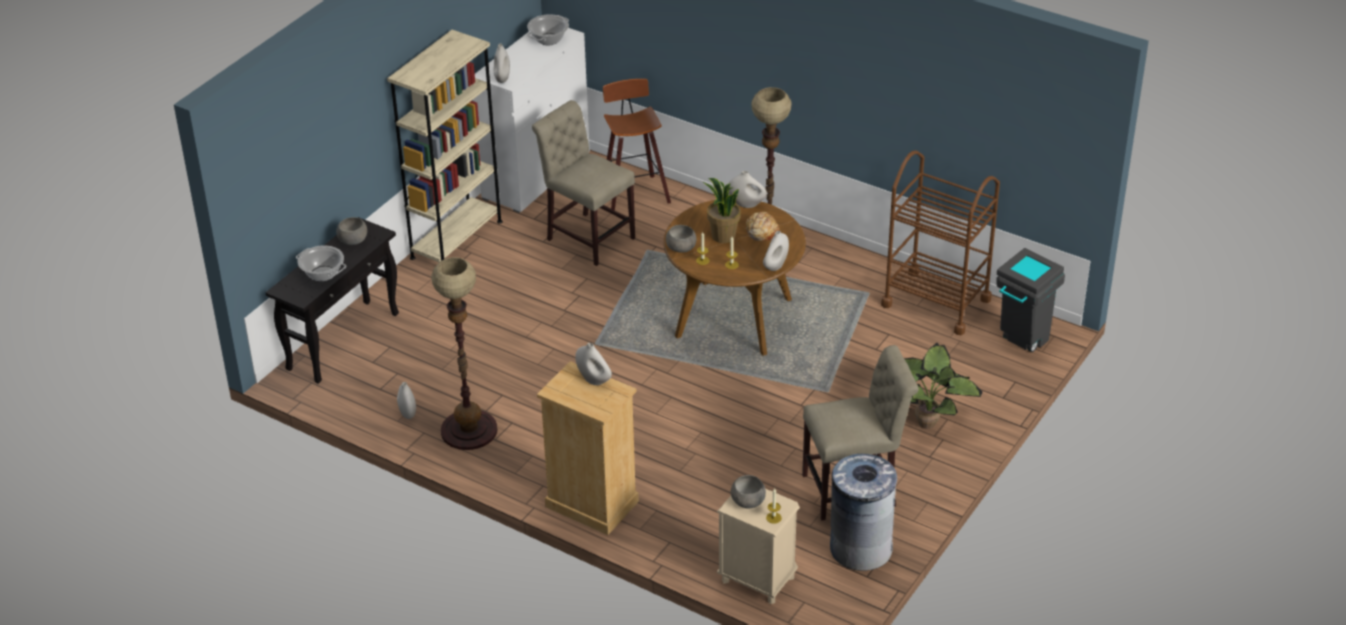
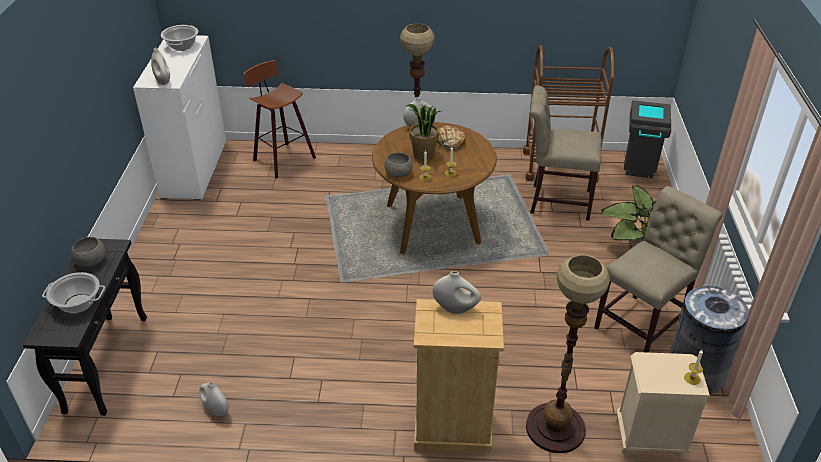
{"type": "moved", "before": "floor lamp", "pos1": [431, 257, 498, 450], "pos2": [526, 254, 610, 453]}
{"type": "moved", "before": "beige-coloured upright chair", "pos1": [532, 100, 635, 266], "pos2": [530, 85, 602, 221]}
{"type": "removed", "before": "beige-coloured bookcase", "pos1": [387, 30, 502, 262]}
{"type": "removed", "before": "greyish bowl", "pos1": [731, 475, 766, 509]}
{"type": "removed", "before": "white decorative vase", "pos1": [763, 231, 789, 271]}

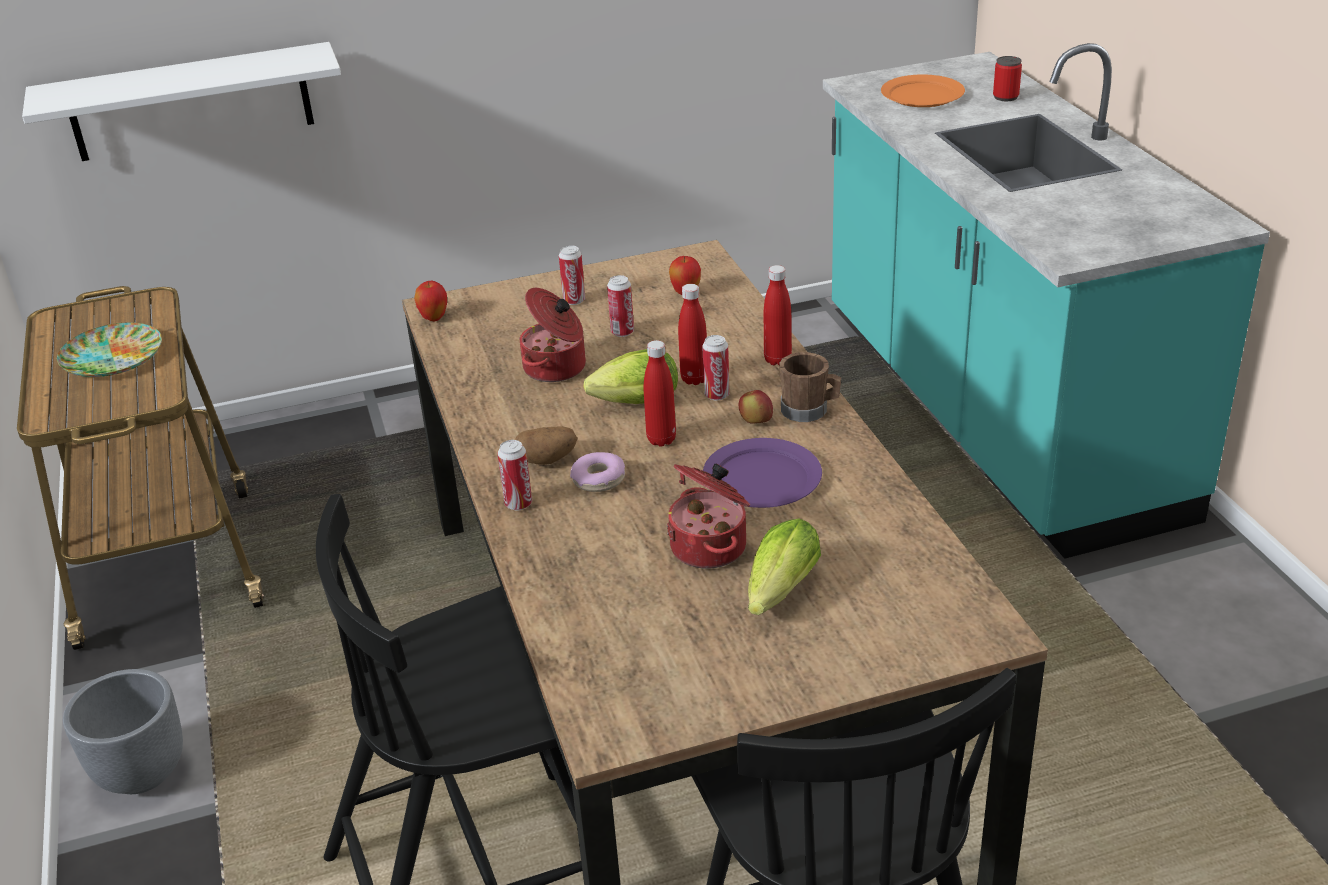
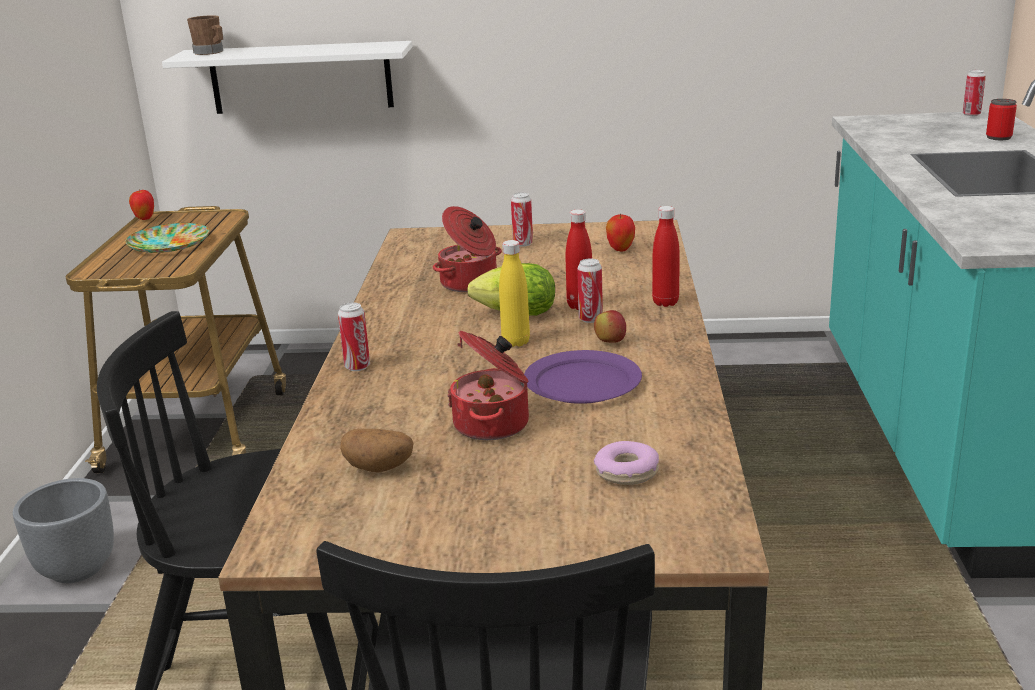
{"type": "moved", "before": "whole apple", "pos1": [414, 281, 447, 321], "pos2": [129, 189, 154, 220]}
{"type": "moved", "before": "brown-coloured tea mug", "pos1": [779, 352, 841, 422], "pos2": [187, 15, 223, 55]}
{"type": "moved", "before": "potato", "pos1": [515, 426, 578, 465], "pos2": [340, 429, 413, 473]}
{"type": "recoloured", "before": "reddish beverage bottle", "after": "yellow beverage bottle", "pos1": [644, 340, 676, 447], "pos2": [499, 240, 530, 347]}
{"type": "moved", "before": "doughnut", "pos1": [570, 452, 625, 492], "pos2": [594, 441, 659, 485]}
{"type": "moved", "before": "sealed can", "pos1": [607, 275, 634, 337], "pos2": [963, 70, 986, 116]}
{"type": "removed", "before": "head of lettuce", "pos1": [748, 518, 821, 615]}
{"type": "removed", "before": "orange dinner plate", "pos1": [881, 74, 965, 107]}

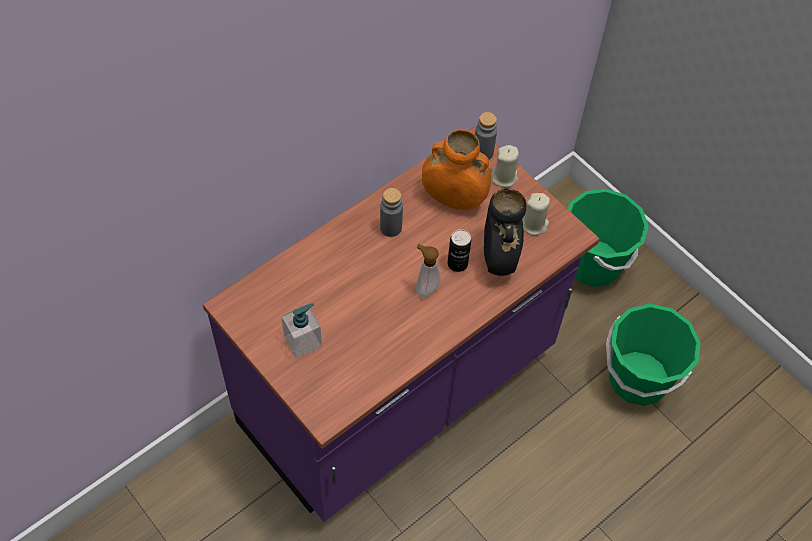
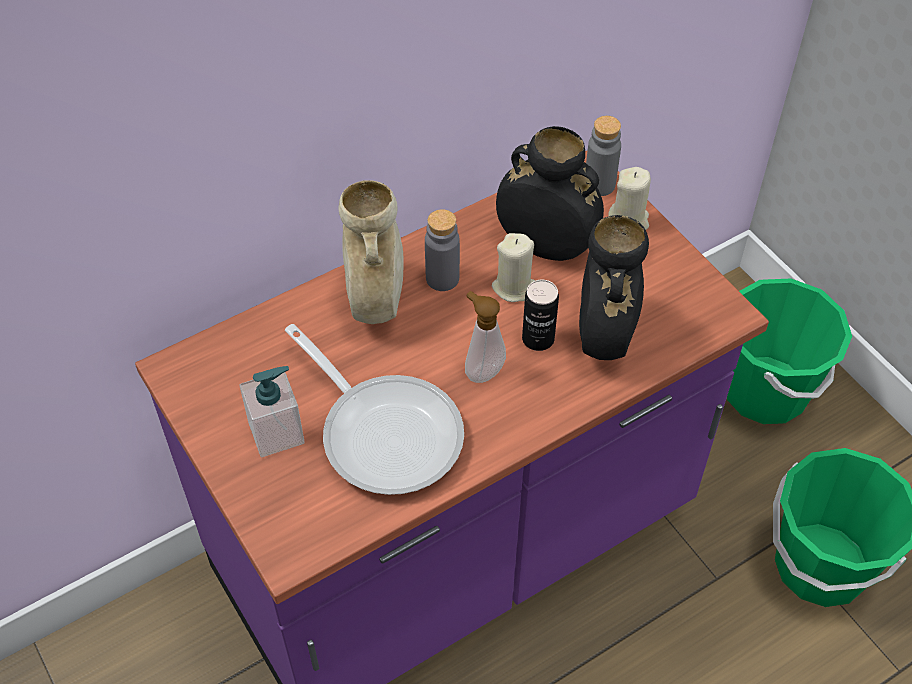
{"type": "added", "after": "frying pan", "pos2": [285, 324, 464, 495]}
{"type": "added", "after": "beige-coloured decorative vase", "pos2": [338, 180, 404, 324]}
{"type": "moved", "before": "beige-coloured wax light", "pos1": [522, 193, 550, 235], "pos2": [492, 233, 535, 302]}
{"type": "recoloured", "before": "orange decorative vase", "after": "black-coloured decorative vase", "pos1": [422, 130, 492, 210], "pos2": [496, 126, 604, 261]}

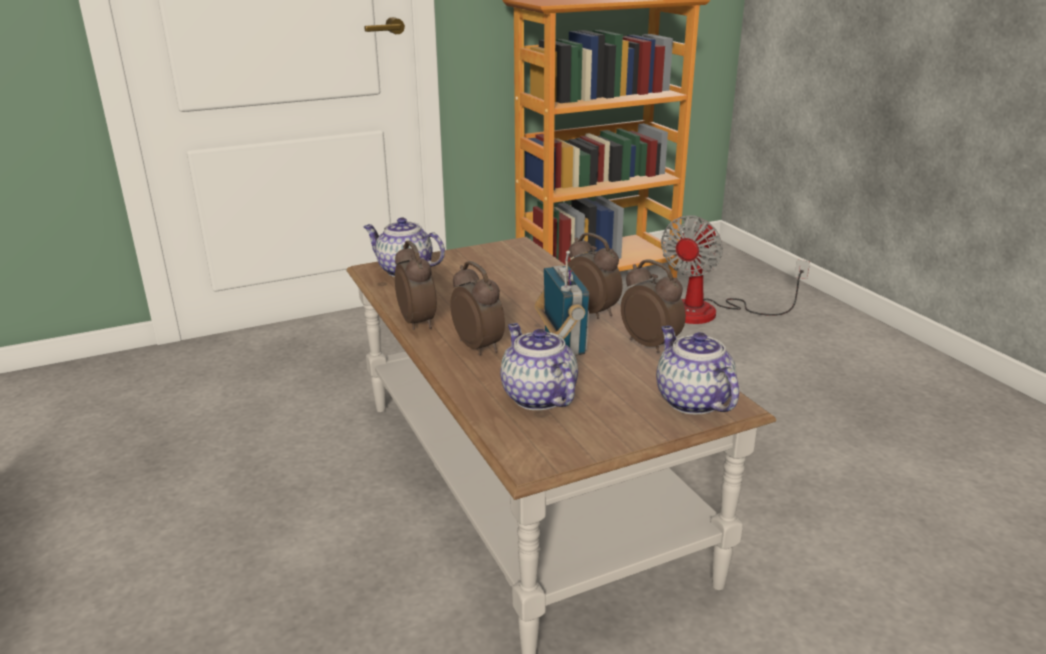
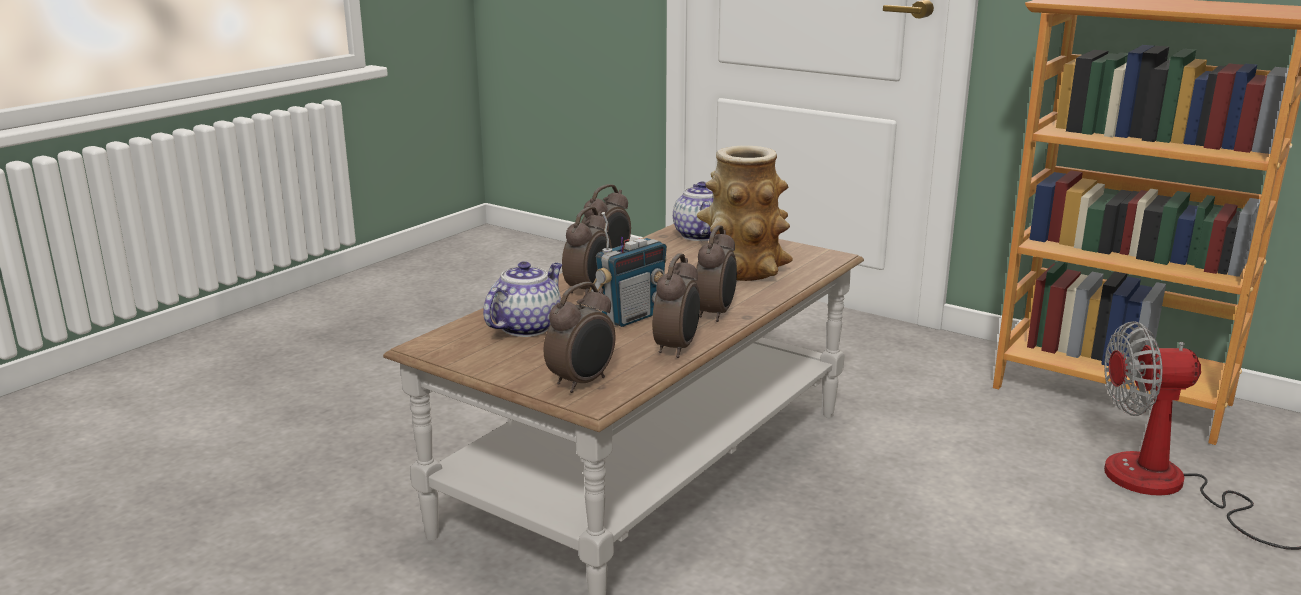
{"type": "replaced", "before": "pot for tea", "after": "bedside clock", "pos1": [656, 326, 739, 414], "pos2": [544, 282, 615, 393]}
{"type": "added", "after": "decorative vase", "pos2": [697, 146, 793, 281]}

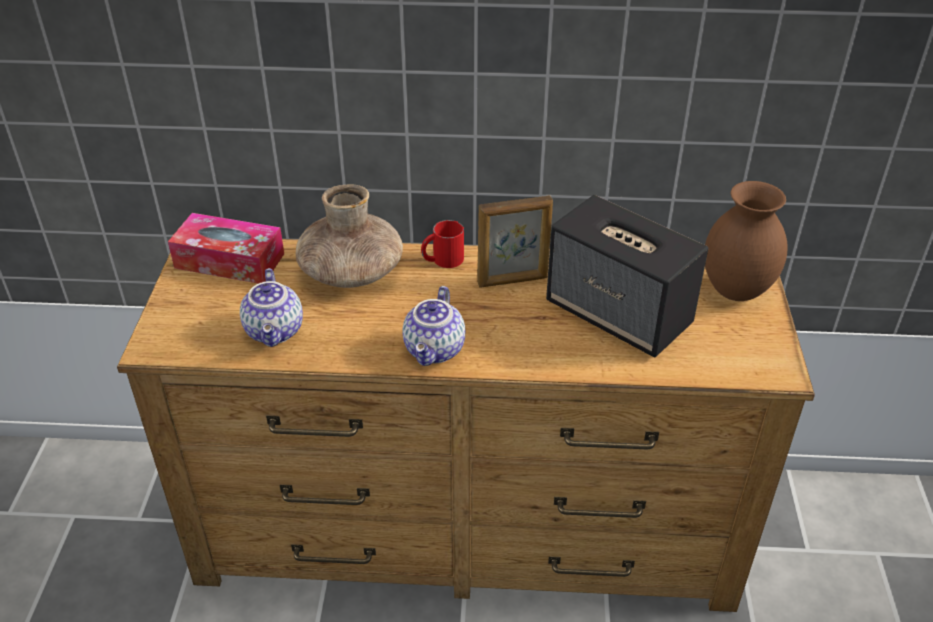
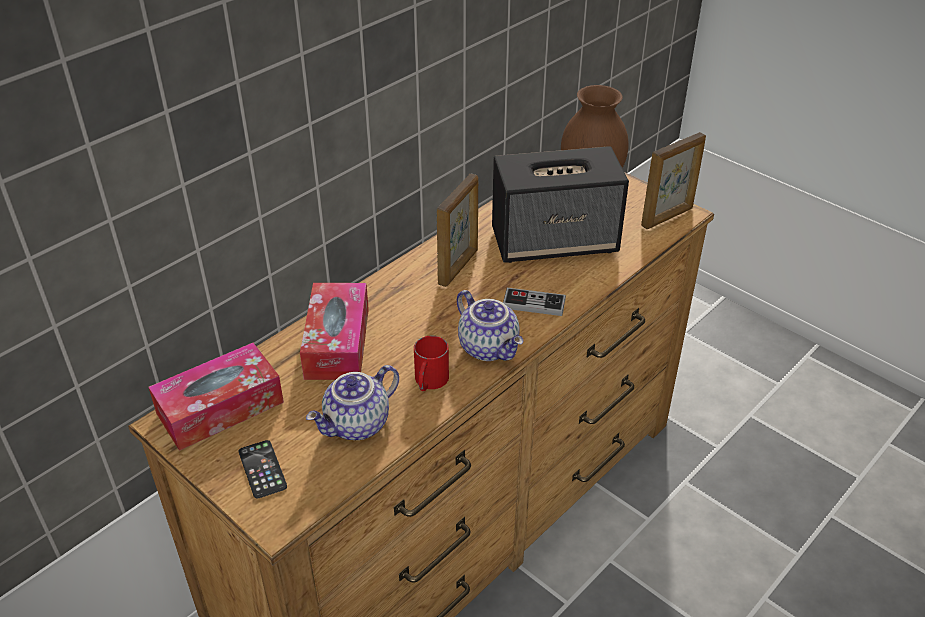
{"type": "added", "after": "telephone", "pos2": [239, 440, 287, 499]}
{"type": "replaced", "before": "brown-coloured decorative vase", "after": "tissue box", "pos1": [296, 184, 403, 288], "pos2": [300, 283, 369, 380]}
{"type": "turned", "before": "pot for tea", "pos1": [240, 268, 303, 347], "pos2": [306, 365, 399, 440], "turn": 105}
{"type": "moved", "before": "reddish tea mug", "pos1": [421, 220, 464, 268], "pos2": [414, 336, 449, 391]}
{"type": "added", "after": "joypad", "pos2": [503, 288, 566, 316]}
{"type": "added", "after": "photo frame", "pos2": [641, 132, 706, 229]}

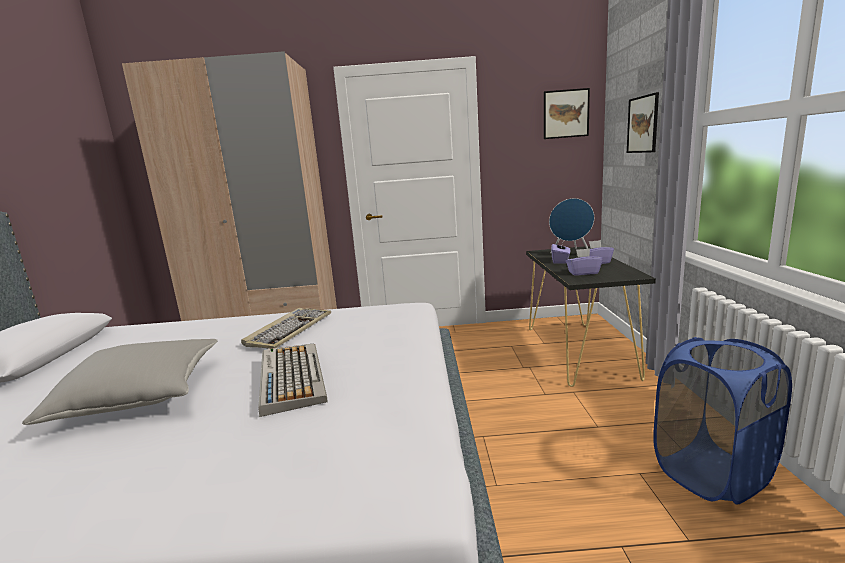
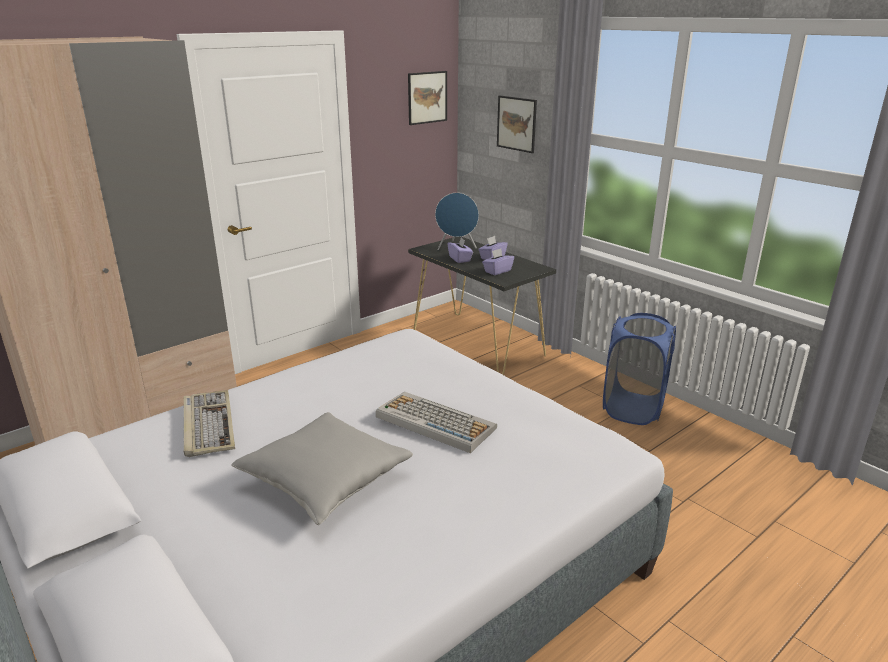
{"type": "moved", "before": "keyboard", "pos1": [241, 308, 331, 349], "pos2": [183, 390, 235, 457]}

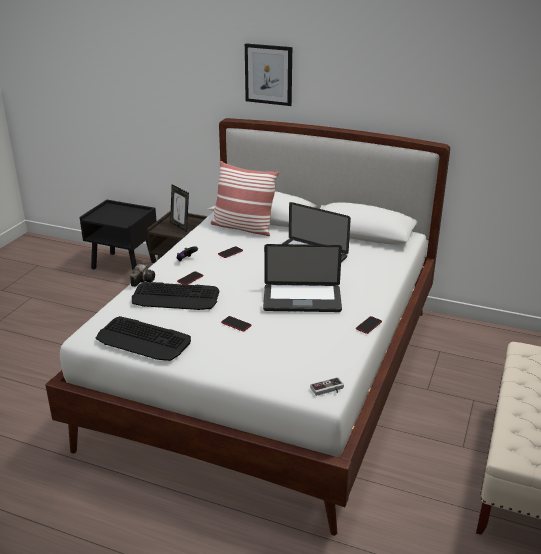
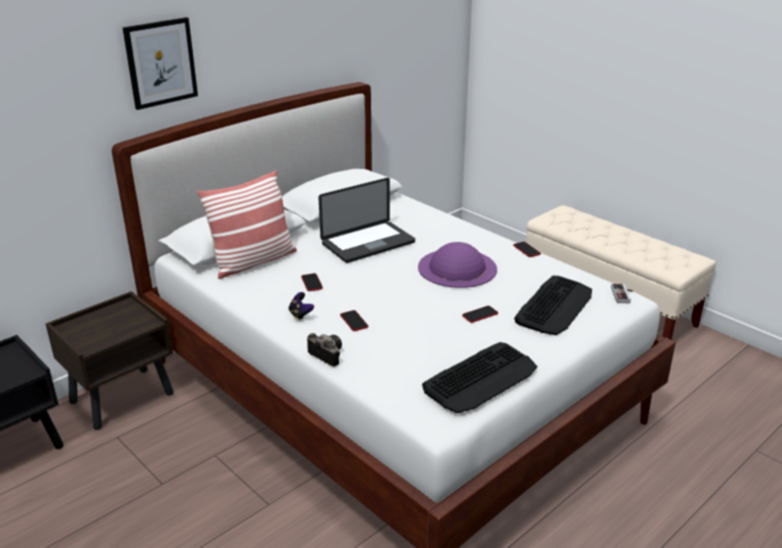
{"type": "replaced", "before": "notebook computer", "after": "purplish wearable hat", "pos1": [263, 244, 342, 312], "pos2": [418, 242, 497, 288]}
{"type": "moved", "before": "keyboard", "pos1": [132, 282, 220, 310], "pos2": [514, 276, 592, 335]}
{"type": "removed", "before": "photo frame", "pos1": [170, 185, 189, 232]}

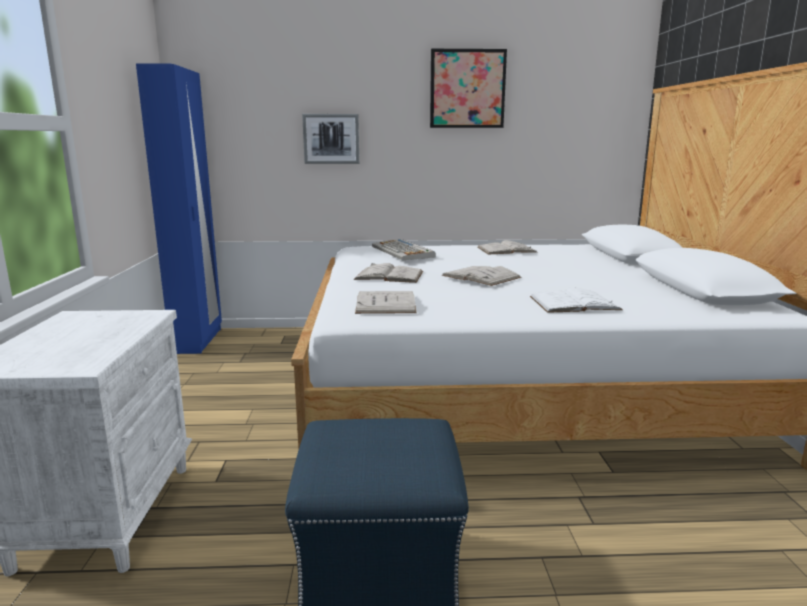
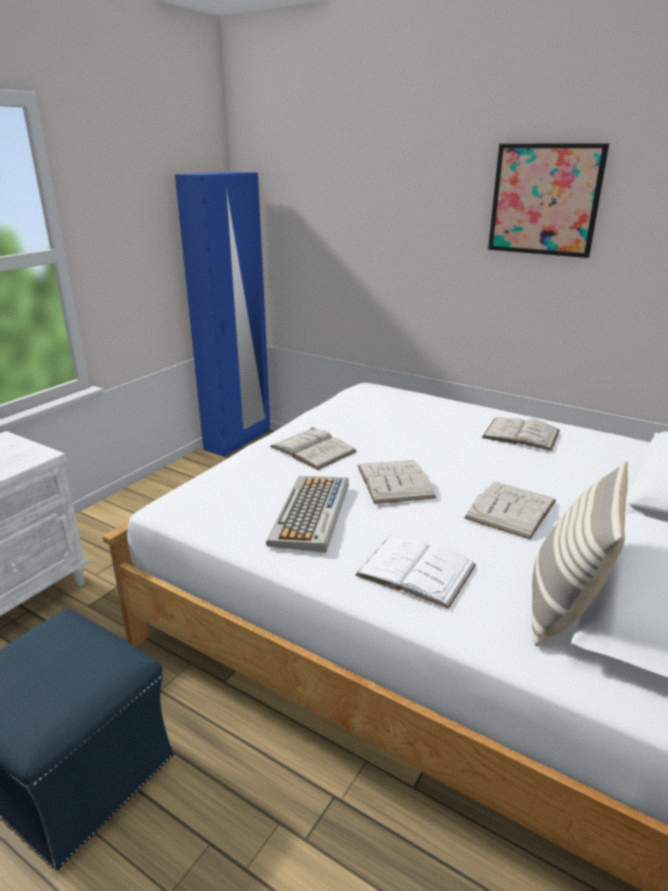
{"type": "moved", "before": "keyboard", "pos1": [372, 239, 436, 260], "pos2": [266, 476, 349, 553]}
{"type": "moved", "before": "white volume", "pos1": [355, 291, 416, 314], "pos2": [464, 482, 556, 540]}
{"type": "added", "after": "pillow", "pos2": [532, 461, 628, 646]}
{"type": "removed", "before": "wall picture", "pos1": [302, 114, 359, 164]}

